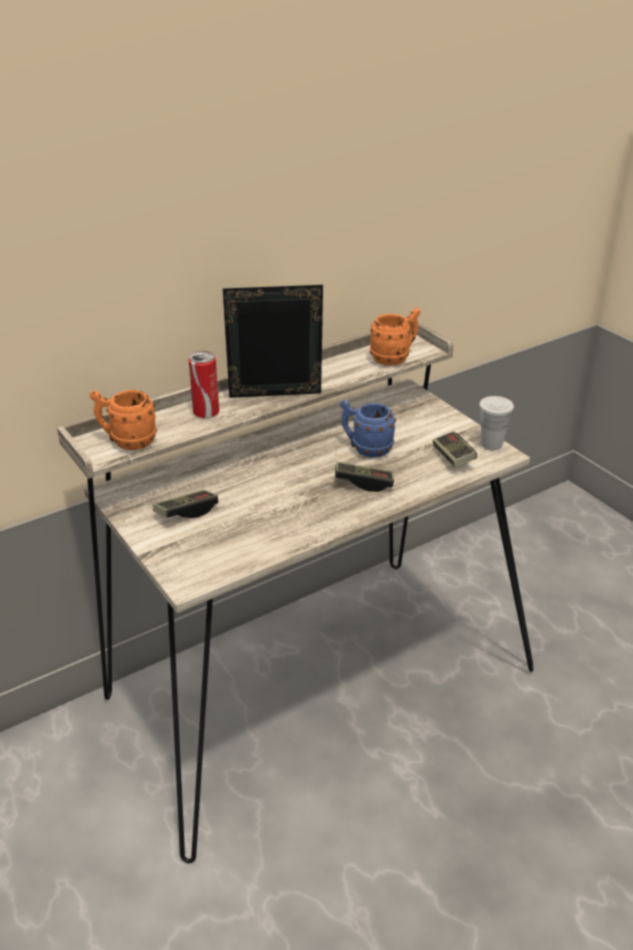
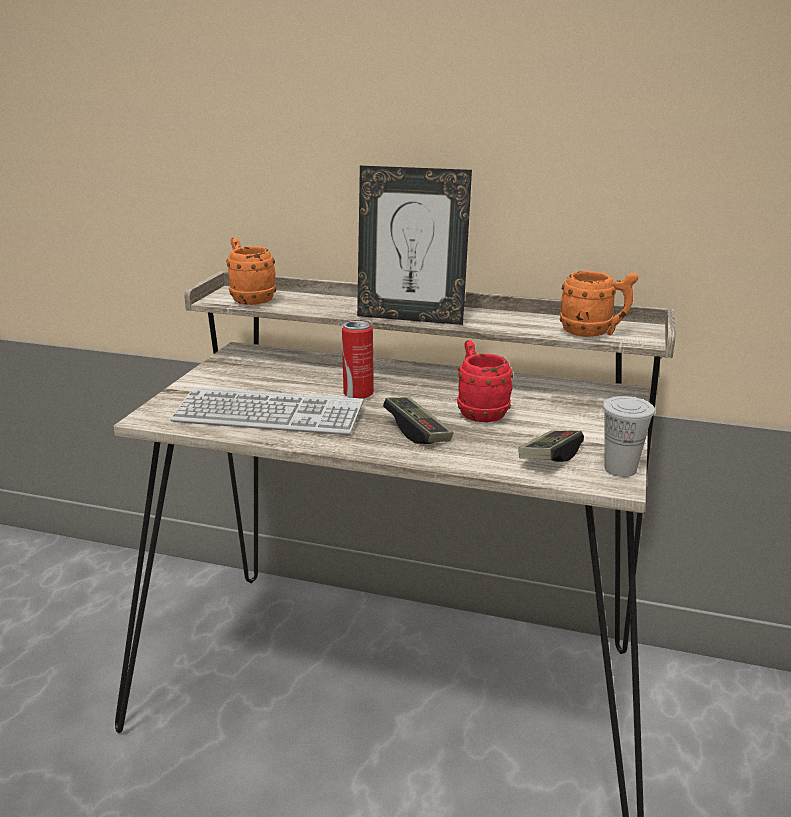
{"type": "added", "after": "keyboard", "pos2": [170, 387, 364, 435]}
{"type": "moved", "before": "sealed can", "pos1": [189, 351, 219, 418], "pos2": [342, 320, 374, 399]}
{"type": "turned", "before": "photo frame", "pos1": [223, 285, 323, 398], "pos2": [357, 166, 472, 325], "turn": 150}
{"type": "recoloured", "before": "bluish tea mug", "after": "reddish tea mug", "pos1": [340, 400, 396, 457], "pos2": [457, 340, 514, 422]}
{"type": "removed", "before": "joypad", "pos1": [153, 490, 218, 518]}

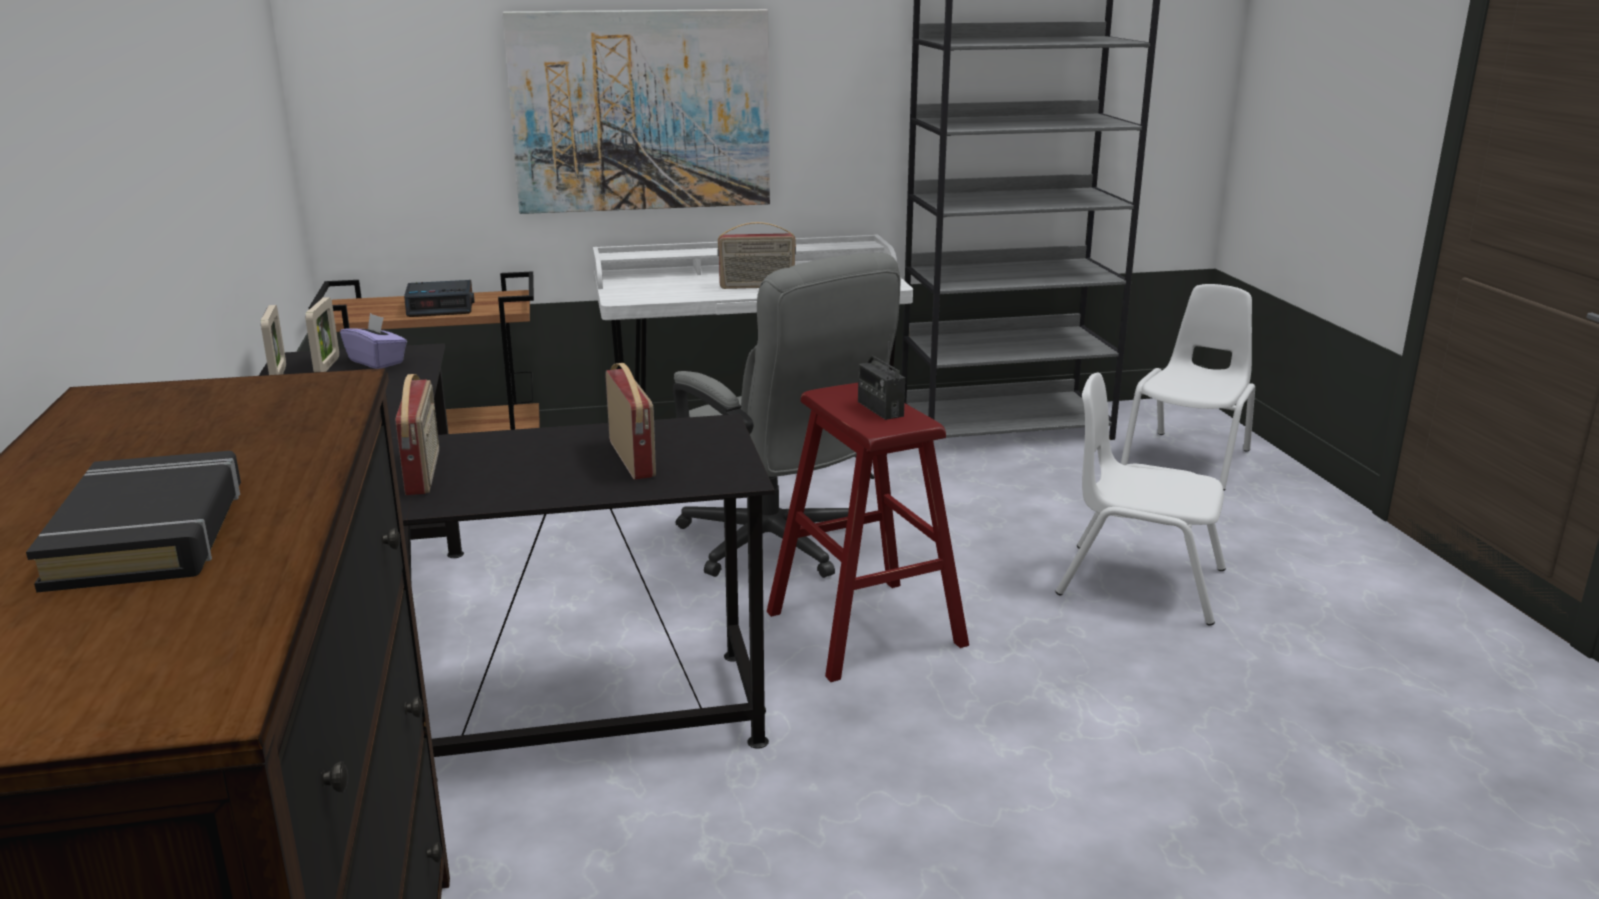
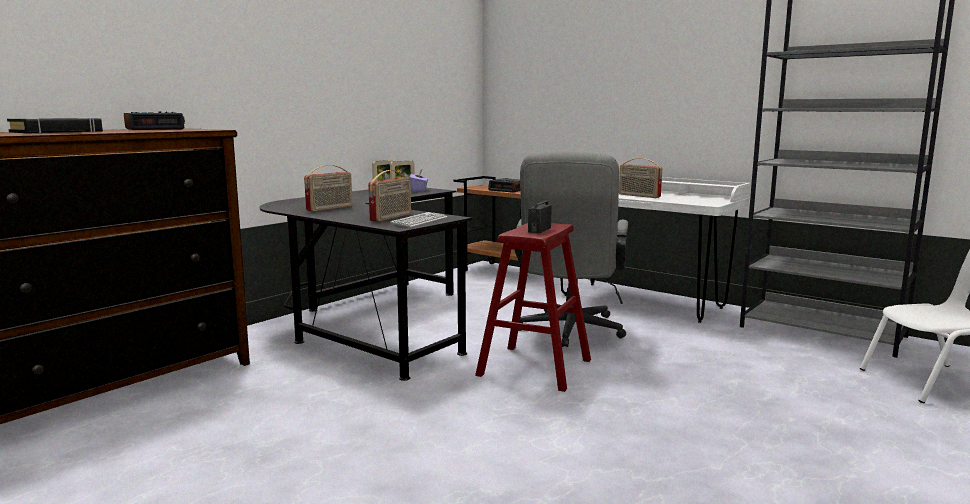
{"type": "added", "after": "bedside clock", "pos2": [124, 111, 185, 130]}
{"type": "added", "after": "keyboard", "pos2": [390, 212, 448, 227]}
{"type": "removed", "before": "wall picture", "pos1": [502, 9, 770, 214]}
{"type": "removed", "before": "white upright chair", "pos1": [1056, 373, 1226, 626]}

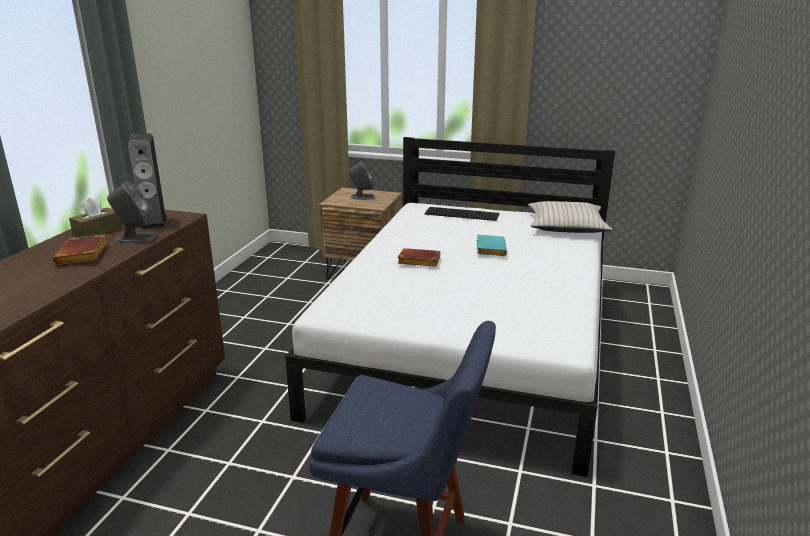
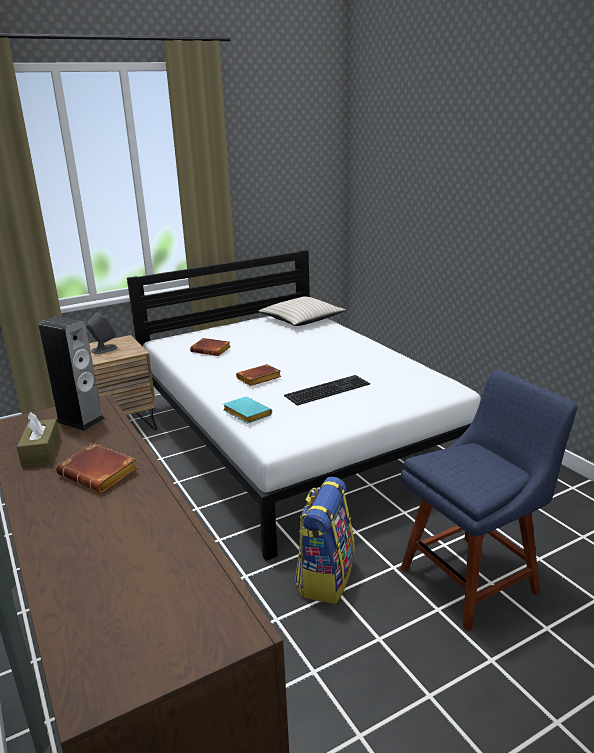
{"type": "added", "after": "brown-coloured volume", "pos2": [190, 338, 231, 356]}
{"type": "moved", "before": "blue-green volume", "pos1": [477, 234, 507, 256], "pos2": [223, 396, 272, 424]}
{"type": "moved", "before": "keyboard", "pos1": [424, 207, 500, 221], "pos2": [284, 375, 370, 406]}
{"type": "added", "after": "knapsack", "pos2": [295, 477, 355, 604]}
{"type": "removed", "before": "greyish loudspeaker", "pos1": [107, 182, 156, 243]}

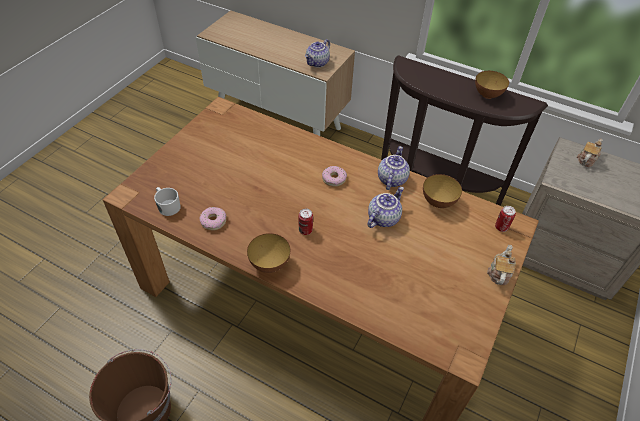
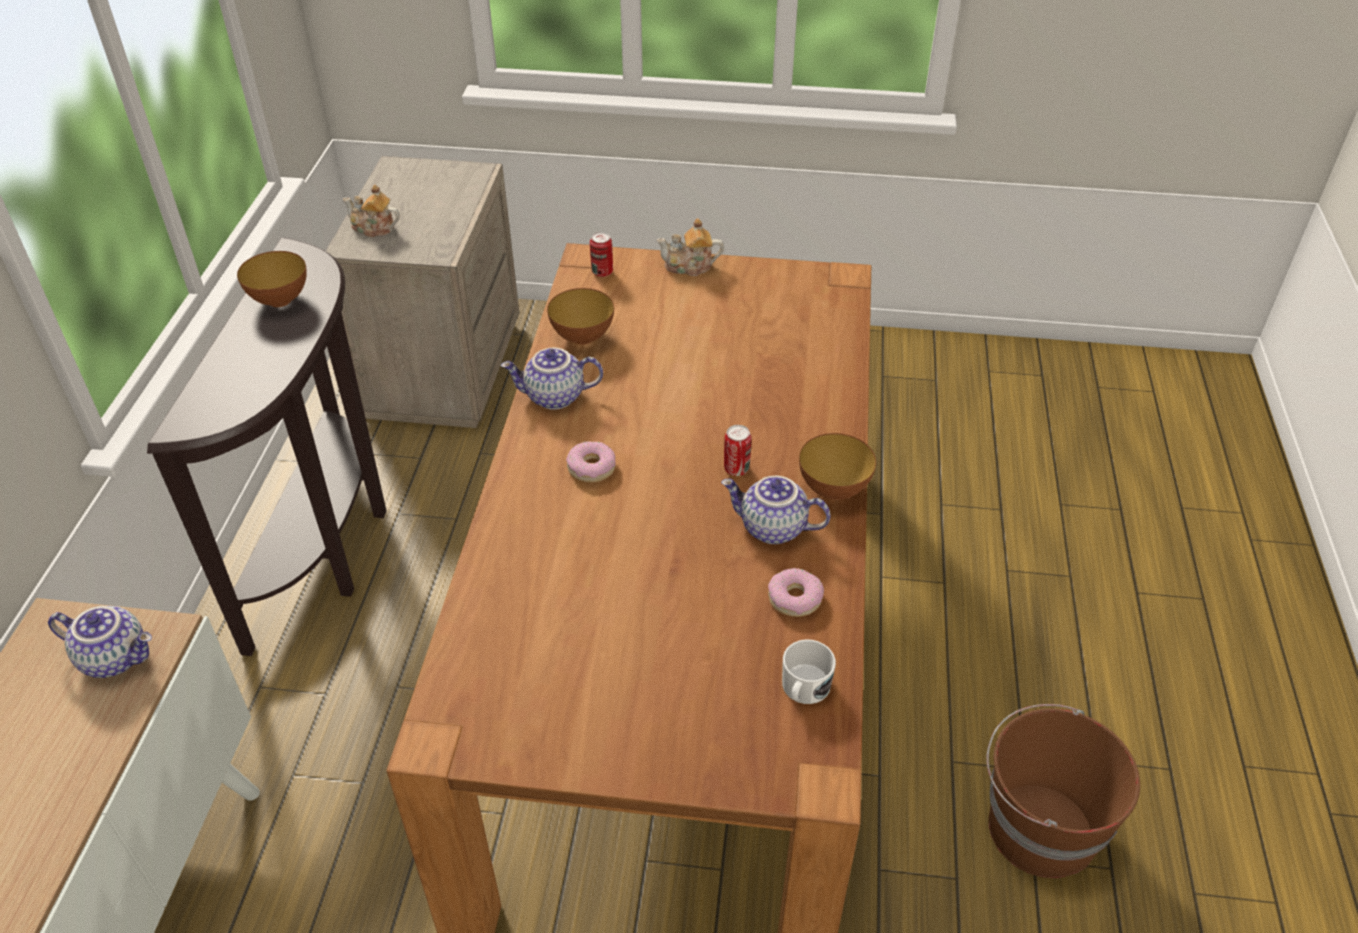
{"type": "moved", "before": "pot for tea", "pos1": [367, 187, 404, 228], "pos2": [721, 476, 831, 544]}

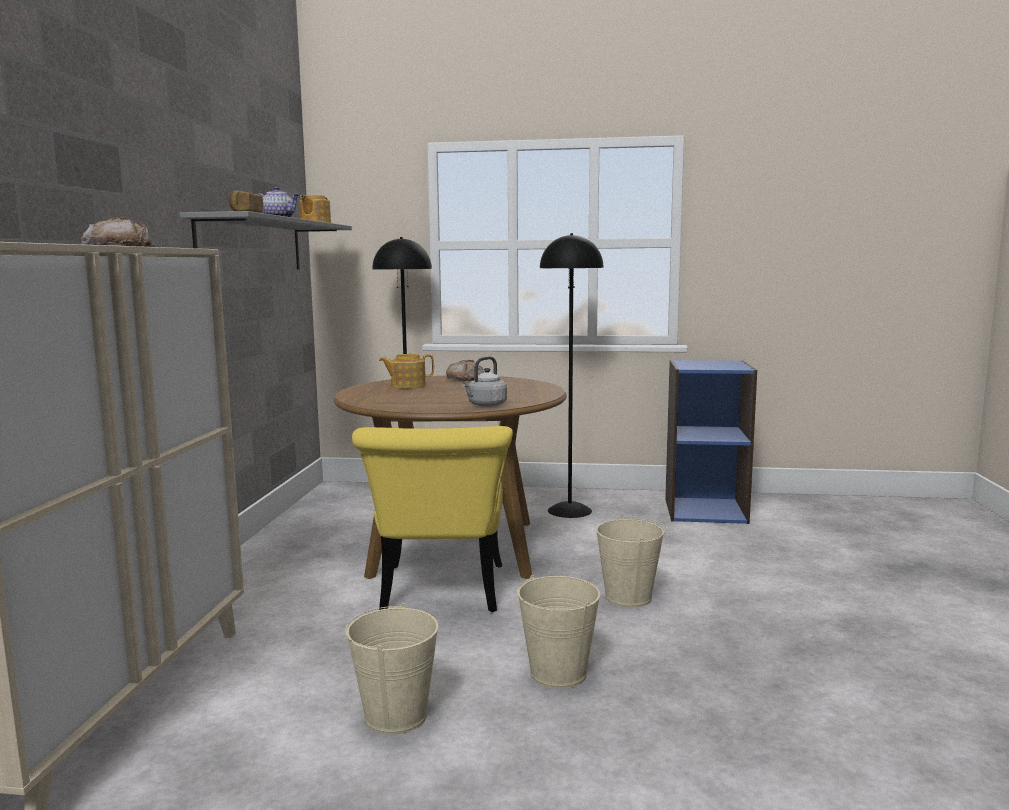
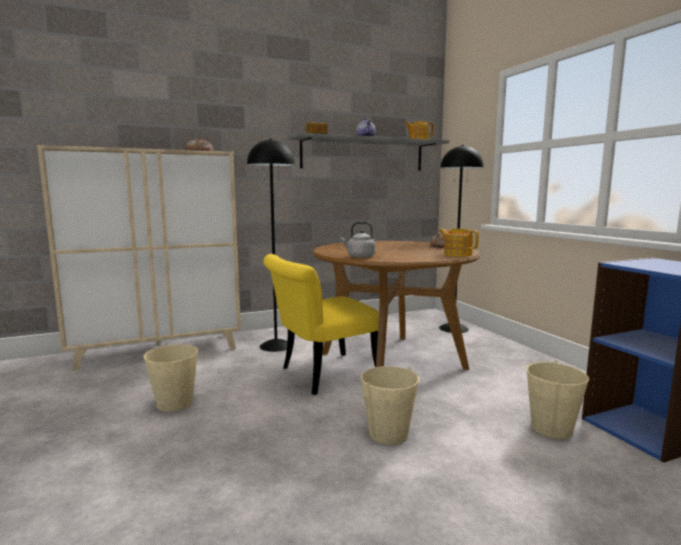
{"type": "moved", "before": "black-coloured floor lamp", "pos1": [540, 233, 604, 518], "pos2": [247, 138, 295, 352]}
{"type": "moved", "before": "pot for tea", "pos1": [379, 354, 434, 389], "pos2": [439, 229, 479, 257]}
{"type": "moved", "before": "beige-coloured bucket", "pos1": [517, 575, 600, 689], "pos2": [526, 360, 589, 439]}

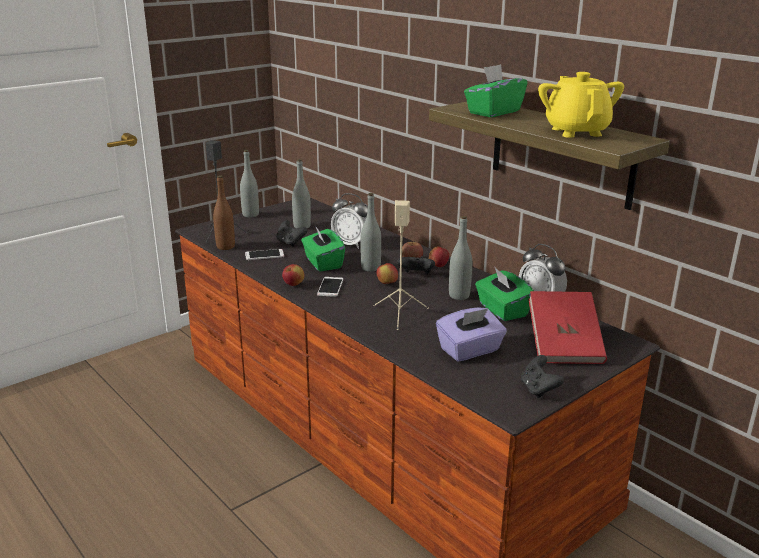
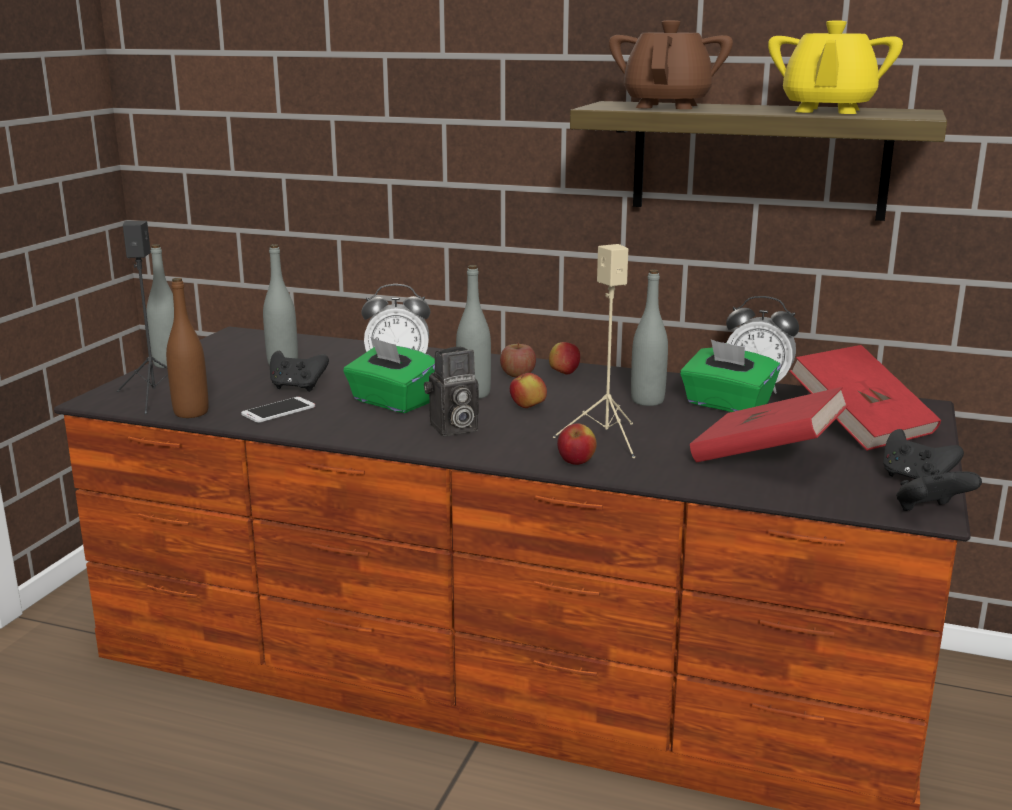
{"type": "replaced", "before": "telephone", "after": "still camera", "pos1": [317, 277, 343, 297], "pos2": [424, 347, 479, 436]}
{"type": "moved", "before": "whole apple", "pos1": [282, 264, 304, 286], "pos2": [557, 424, 597, 465]}
{"type": "replaced", "before": "green tissue box", "after": "brown-coloured pot for tea", "pos1": [464, 64, 527, 117], "pos2": [609, 20, 733, 109]}
{"type": "replaced", "before": "purplish tissue box", "after": "reddish volume", "pos1": [436, 307, 507, 362], "pos2": [690, 387, 849, 462]}
{"type": "turned", "before": "yellow pot for tea", "pos1": [538, 72, 624, 138], "pos2": [768, 21, 903, 114], "turn": -120}
{"type": "moved", "before": "black-coloured joypad", "pos1": [397, 256, 435, 274], "pos2": [896, 470, 982, 511]}

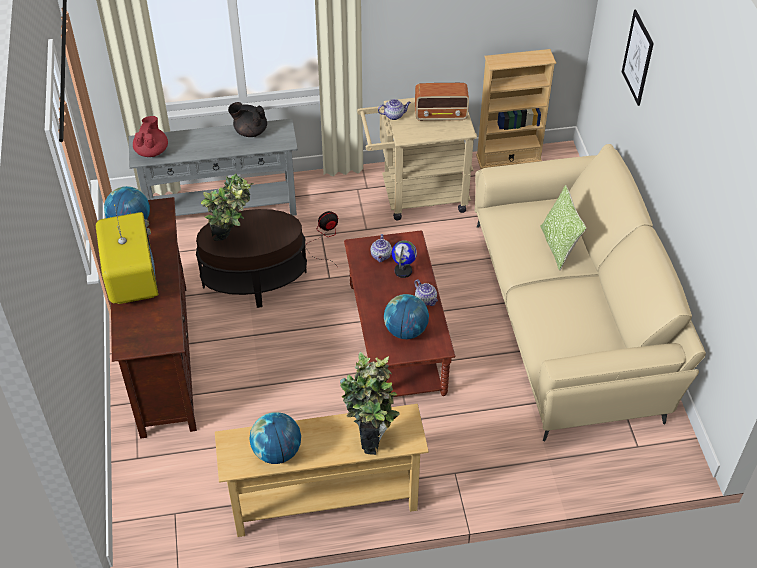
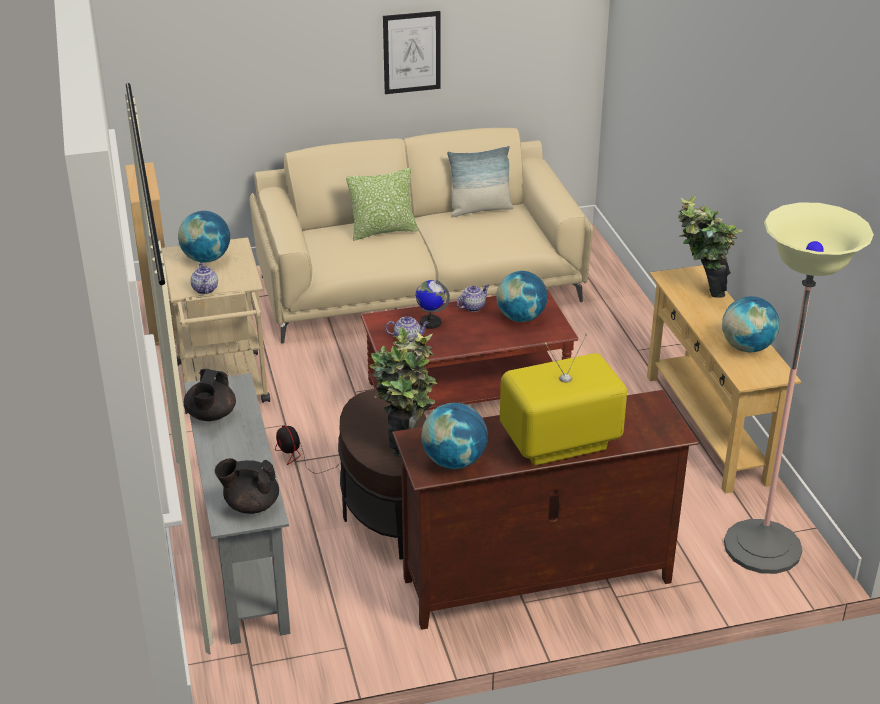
{"type": "replaced", "before": "radio", "after": "globe", "pos1": [415, 83, 469, 121], "pos2": [178, 211, 230, 263]}
{"type": "recoloured", "before": "reddish pot for tea", "after": "black-coloured pot for tea", "pos1": [133, 116, 168, 157], "pos2": [215, 458, 279, 514]}
{"type": "moved", "before": "wall picture", "pos1": [622, 10, 654, 106], "pos2": [383, 11, 441, 94]}
{"type": "added", "after": "pillow", "pos2": [447, 146, 514, 218]}
{"type": "added", "after": "floor lamp", "pos2": [724, 202, 874, 574]}

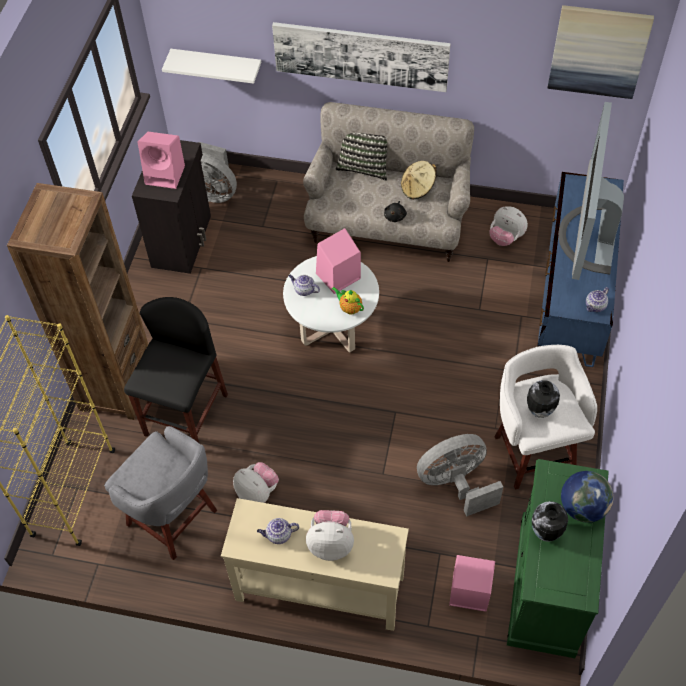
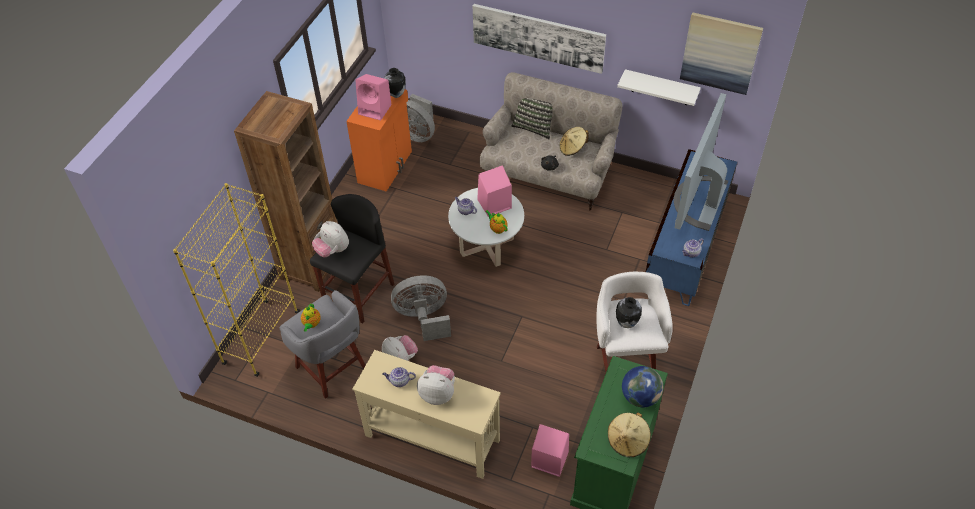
{"type": "added", "after": "pot for tea", "pos2": [301, 304, 321, 332]}
{"type": "moved", "before": "cuddly toy", "pos1": [489, 206, 528, 246], "pos2": [312, 221, 349, 258]}
{"type": "recoloured", "before": "black-coloured storage cabinet", "after": "orange storage cabinet", "pos1": [132, 140, 211, 274], "pos2": [346, 89, 412, 192]}
{"type": "moved", "before": "decorative vase", "pos1": [532, 501, 568, 542], "pos2": [384, 68, 406, 98]}
{"type": "moved", "before": "greyish electric fan", "pos1": [417, 434, 503, 516], "pos2": [391, 275, 451, 341]}
{"type": "added", "after": "beige-coloured wearable hat", "pos2": [608, 412, 651, 457]}
{"type": "moved", "before": "white bracket shelf", "pos1": [162, 49, 261, 84], "pos2": [617, 69, 701, 106]}

